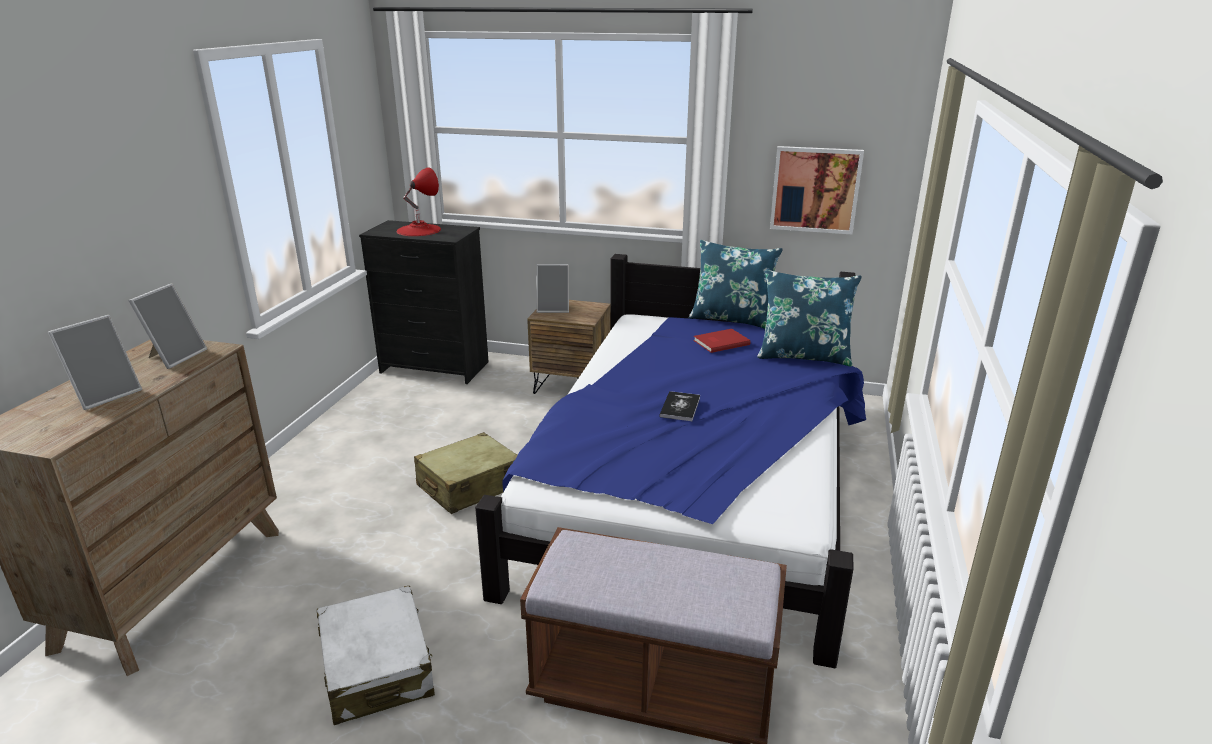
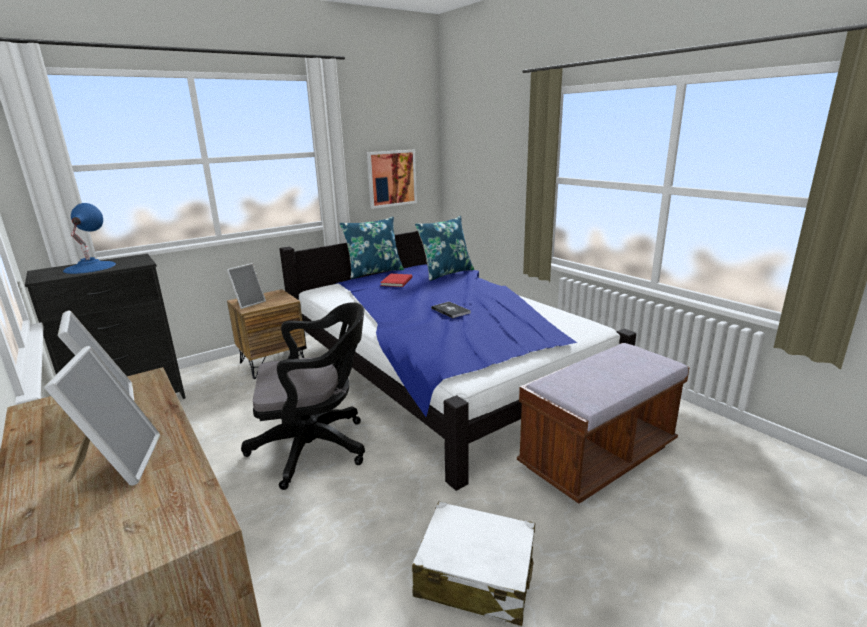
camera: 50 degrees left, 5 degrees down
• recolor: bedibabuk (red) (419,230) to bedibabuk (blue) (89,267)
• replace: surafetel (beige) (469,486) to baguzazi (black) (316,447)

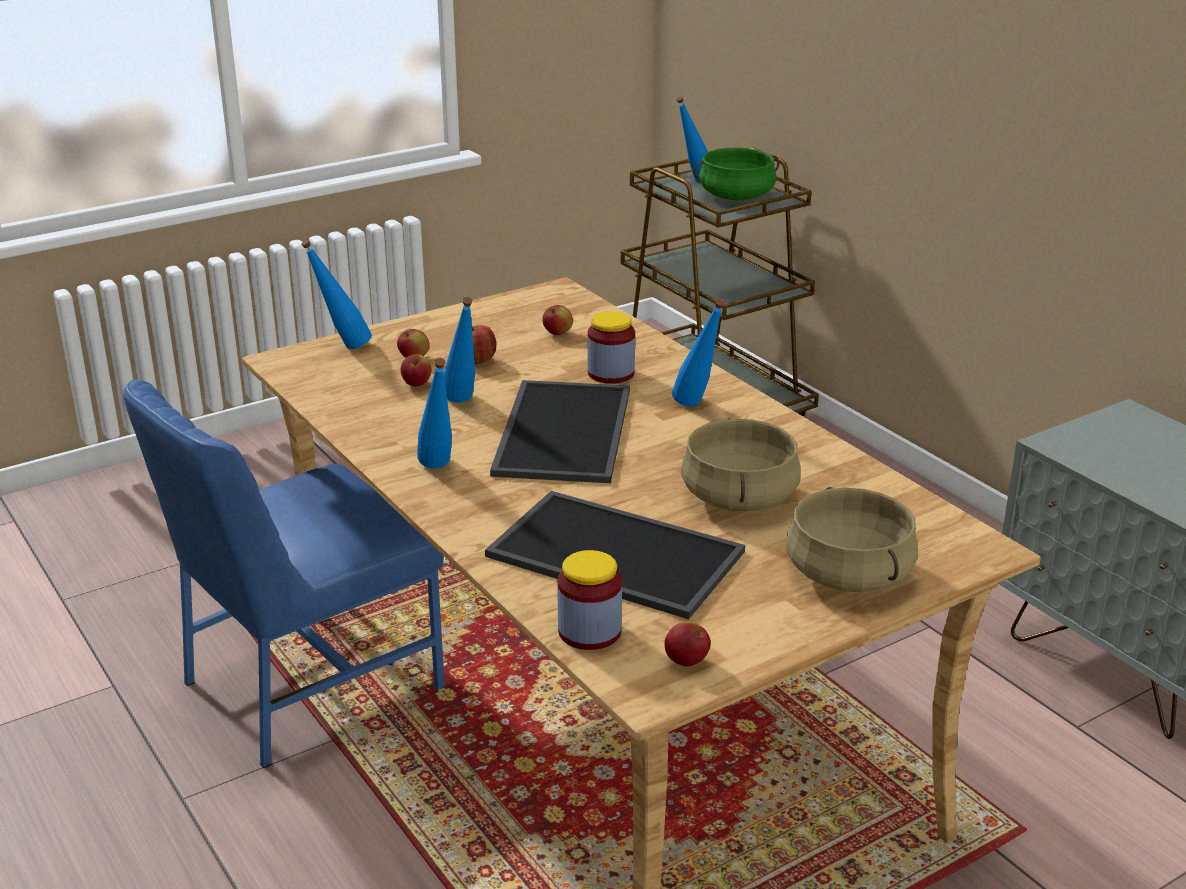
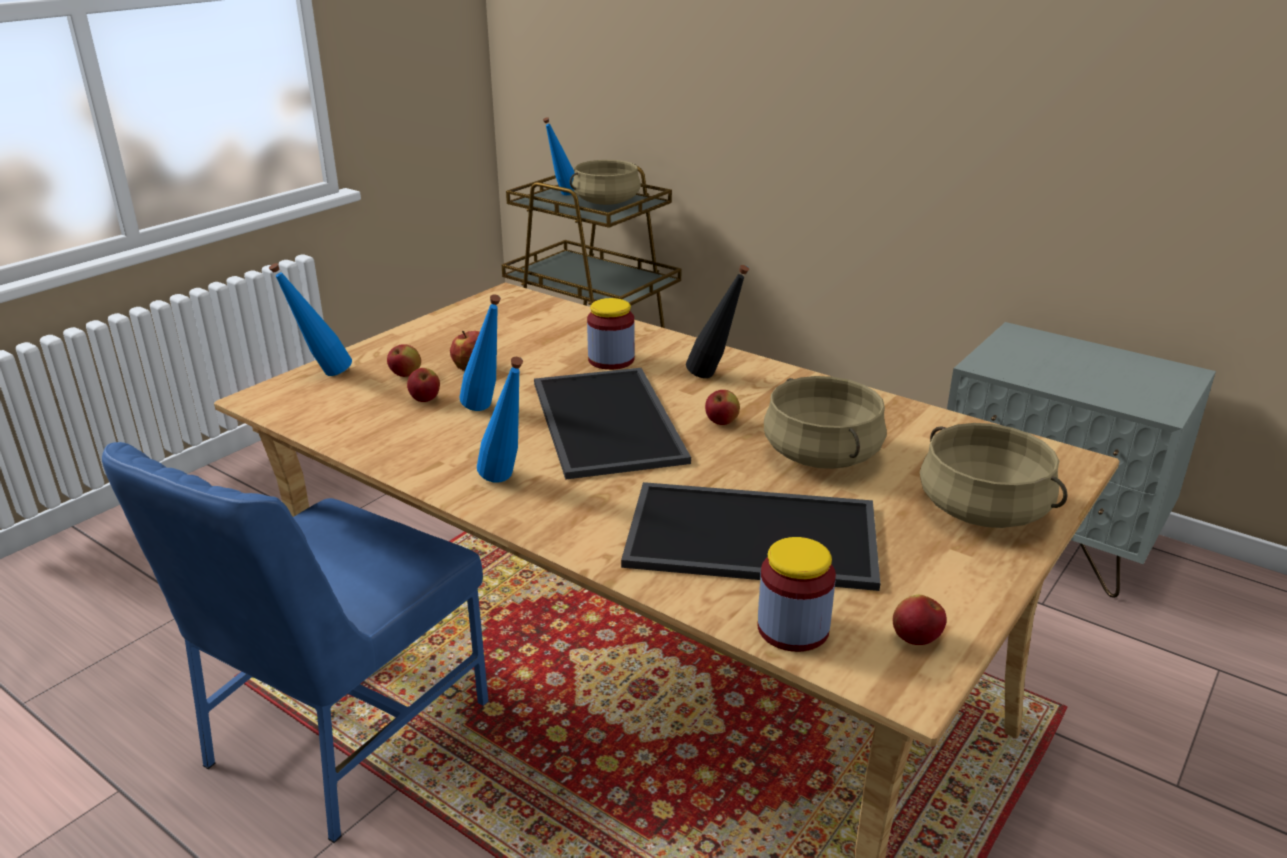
camera: 20 degrees left, 0 degrees up
• recolor: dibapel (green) (736,196) to dibapel (beige) (606,202)
• recolor: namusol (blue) (697,407) to namusol (black) (714,378)
• move: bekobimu (557,333) to (721,423)

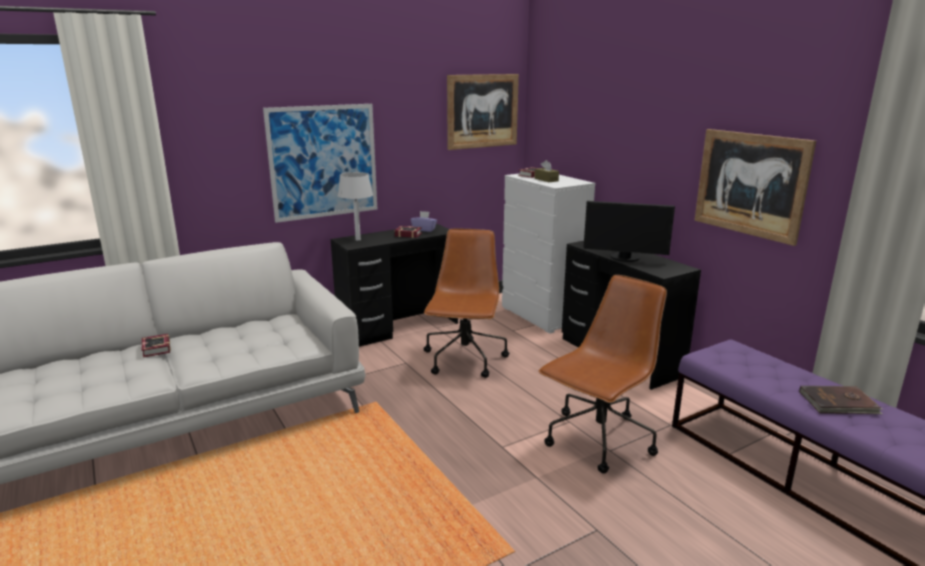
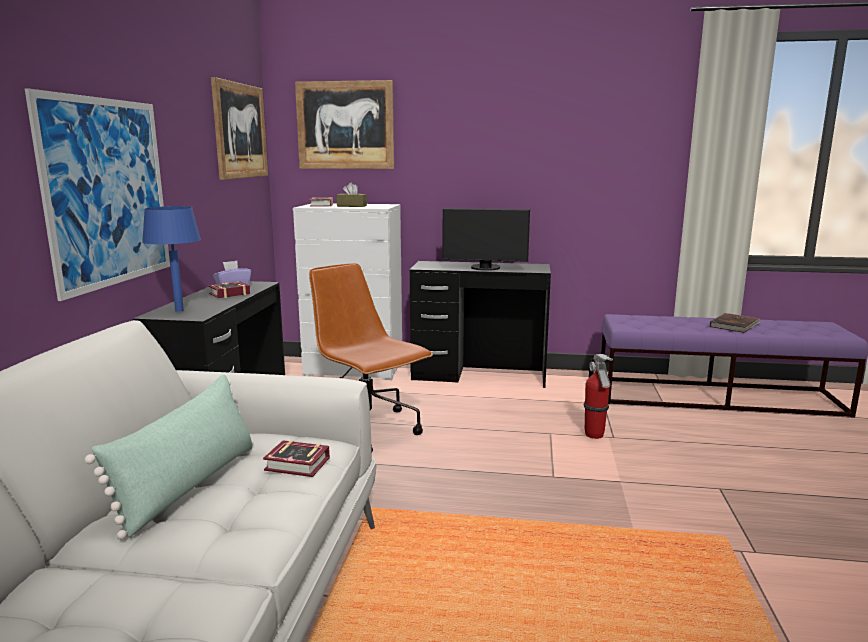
camera: 50 degrees left, 5 degrees down
• move: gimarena (750,184) to (345,125)
• recolor: bedibabuk (grey) (357,239) to bedibabuk (blue) (178,310)
• rotate: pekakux (625,258) = (485,268) 45 degrees clockwise
• replace: baguzazi (brown) (598,441) to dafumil (594,435)
• move: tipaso (155,349) to (299,465)
• insert: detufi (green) (189,485)

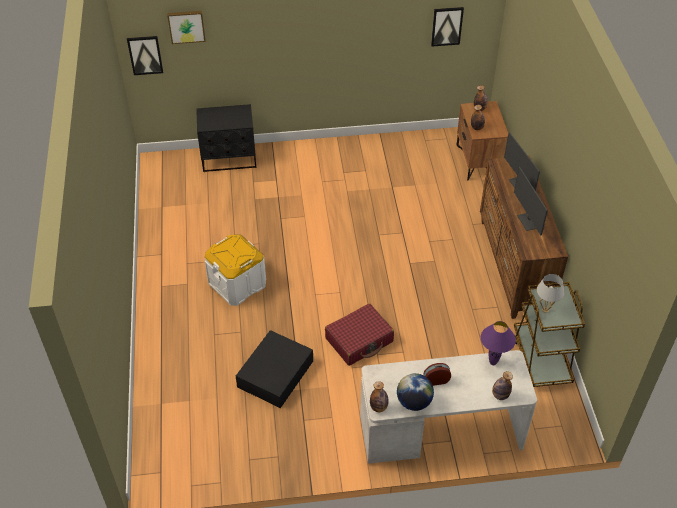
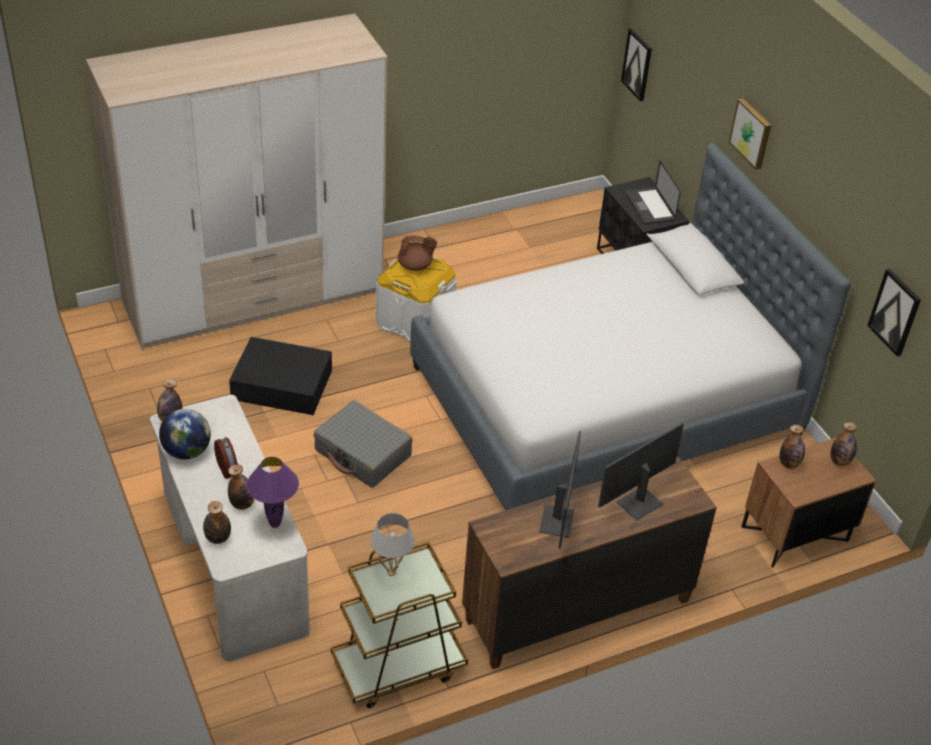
camera: 70 degrees right, 5 degrees down
• move: gimarena (186,26) to (752,133)
• rotate: pekakux (529,221) = (558,521) 135 degrees clockwise
• recolor: surafetel (red) (359,340) to surafetel (grey) (363,453)
• insert: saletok (254,297)
• insert: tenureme (605,400)
• insert: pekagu (649,207)
• insert: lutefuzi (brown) (415,266)
• insert: namusol (242,504)

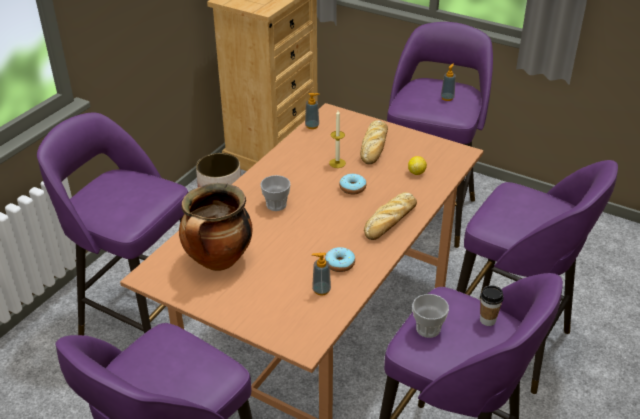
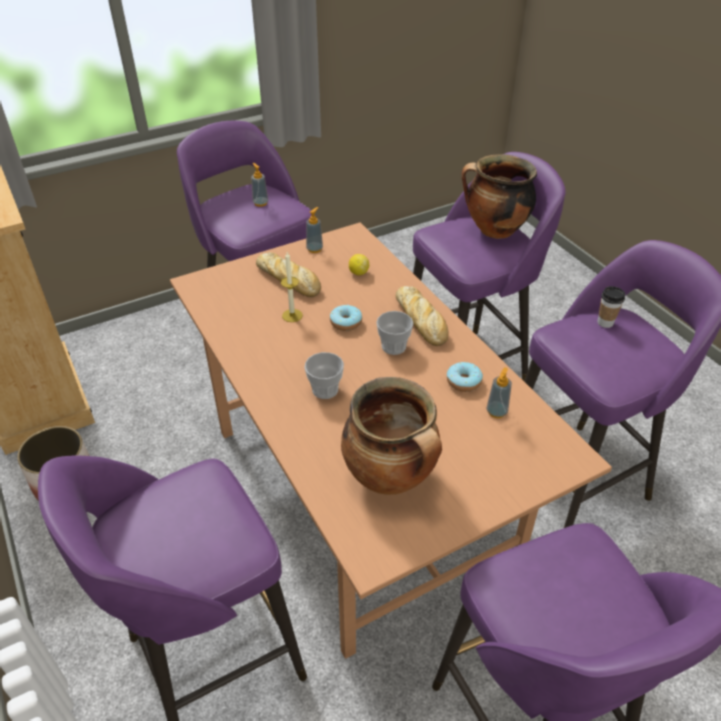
camera: 60 degrees left, 5 degrees up
• move: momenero (312,126) to (314,249)
• move: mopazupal (428,329) to (393,346)
• insert: dibapel (494,231)

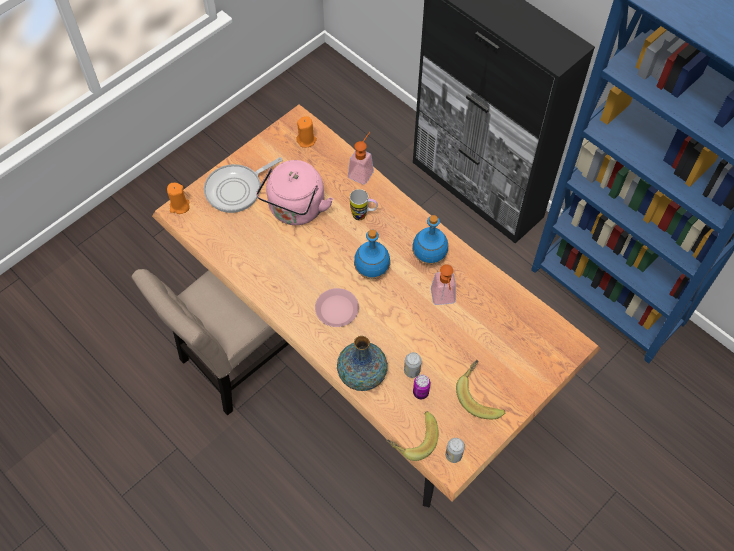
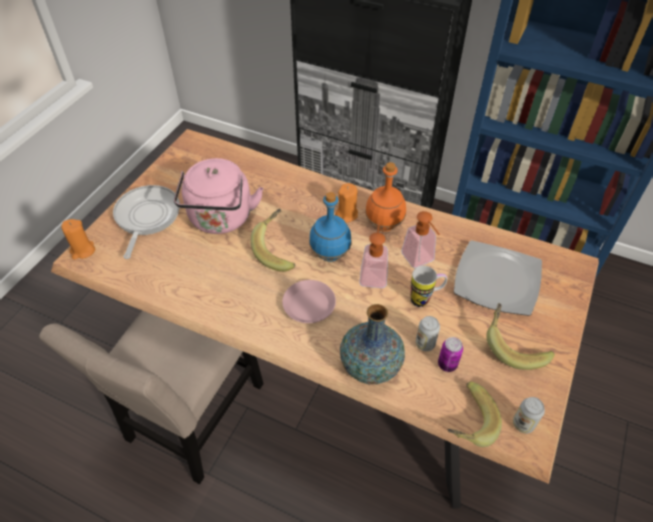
camera: 20 degrees left, 10 degrees down
• move: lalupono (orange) (306,140) to (347,214)
• move: momenero (362,171) to (373,273)
• rotate: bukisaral (237,189) = (146,217) 150 degrees clockwise
• move: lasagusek (363,215) to (425,299)
• recolor: namusol (blue) (429,257) to namusol (orange) (384,226)
• insert: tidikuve (278,250)
• insert: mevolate (497,281)

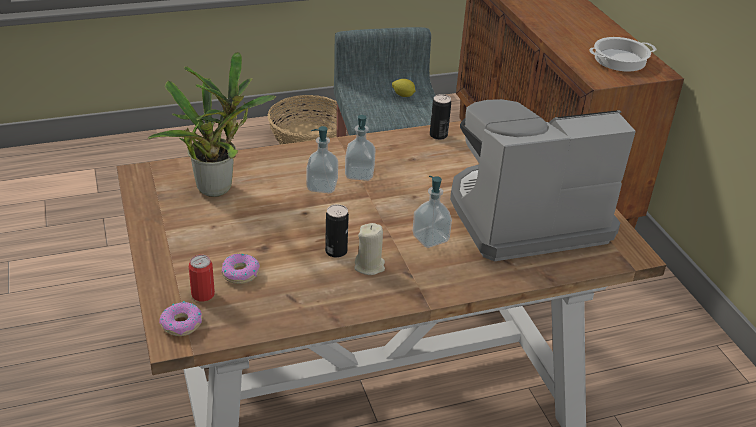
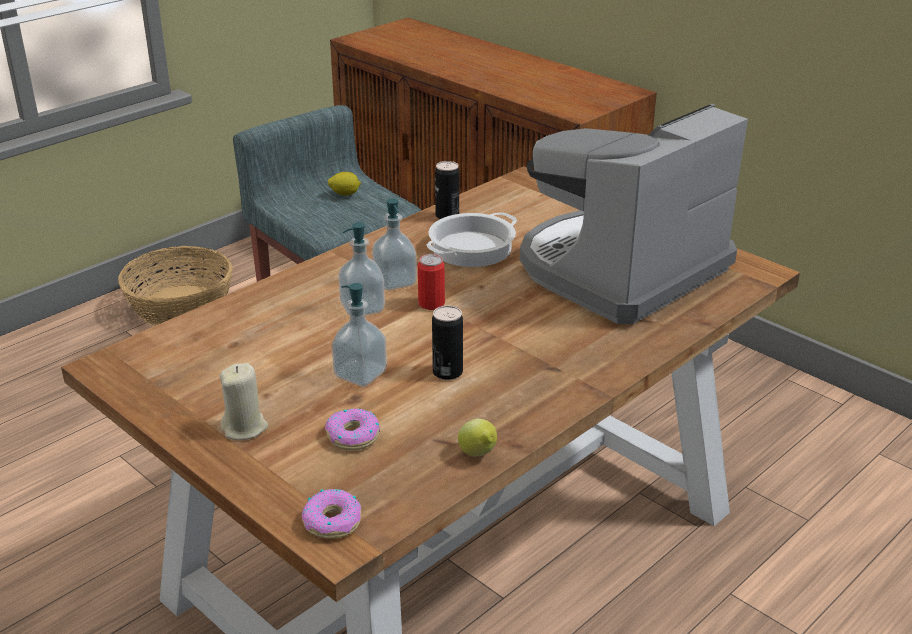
camera: 25 degrees left, 5 degrees down
• move: dibapel (620,60) to (472,249)
• delete: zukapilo (218,186)
• move: momenero (430,238) to (360,374)
• move: lalupono (beige) (369,266) to (245,428)
• move: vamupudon (203,294) to (431,303)
• insert: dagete (478,455)

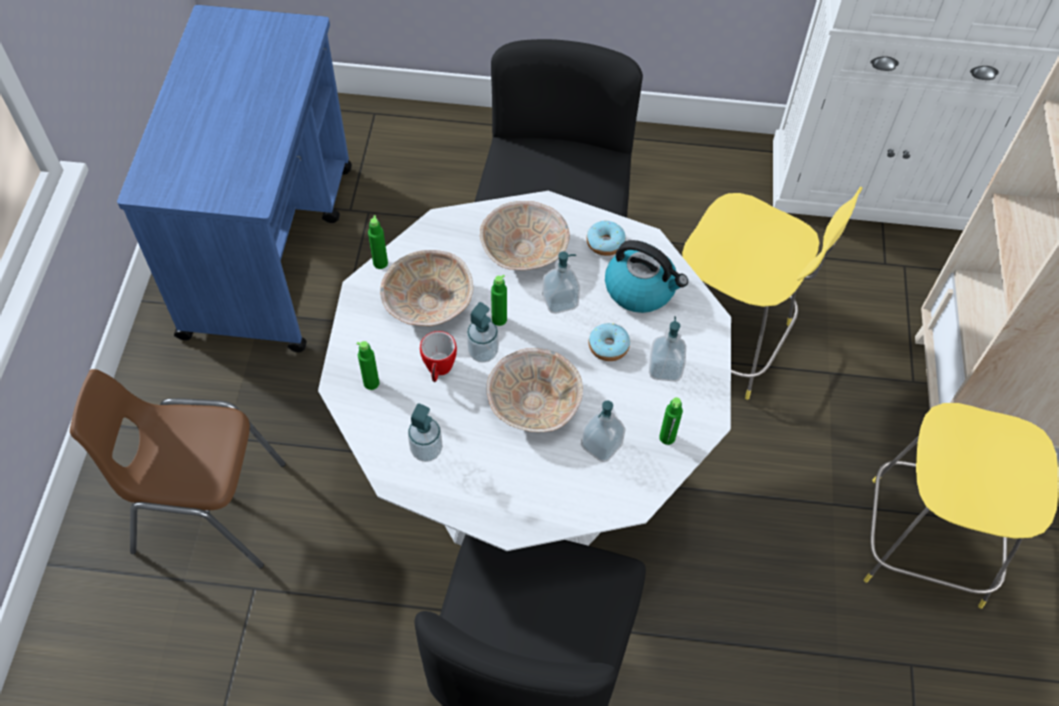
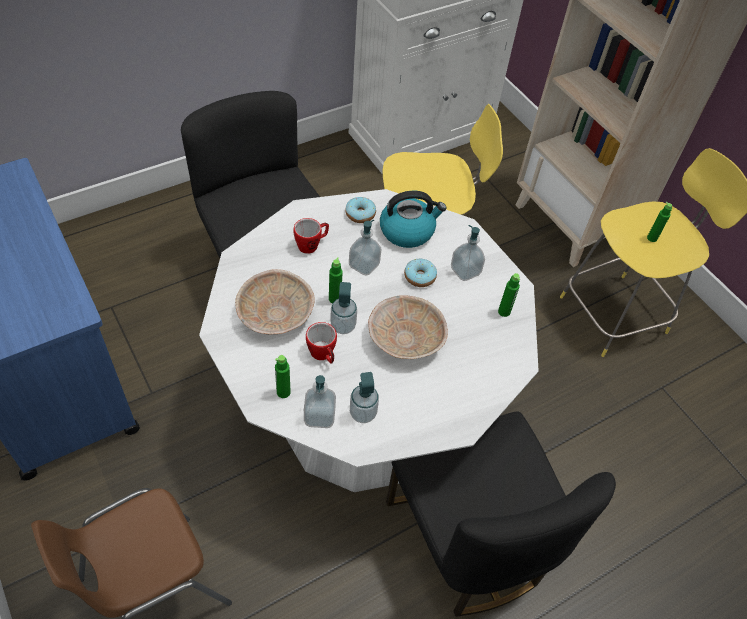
camera: 40 degrees left, 5 degrees down
• replace: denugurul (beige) (525,249) to lasagusek (311,245)
• move: namusol (green) (380,263) to (652,238)
• move: momenero (601,445) to (319,416)

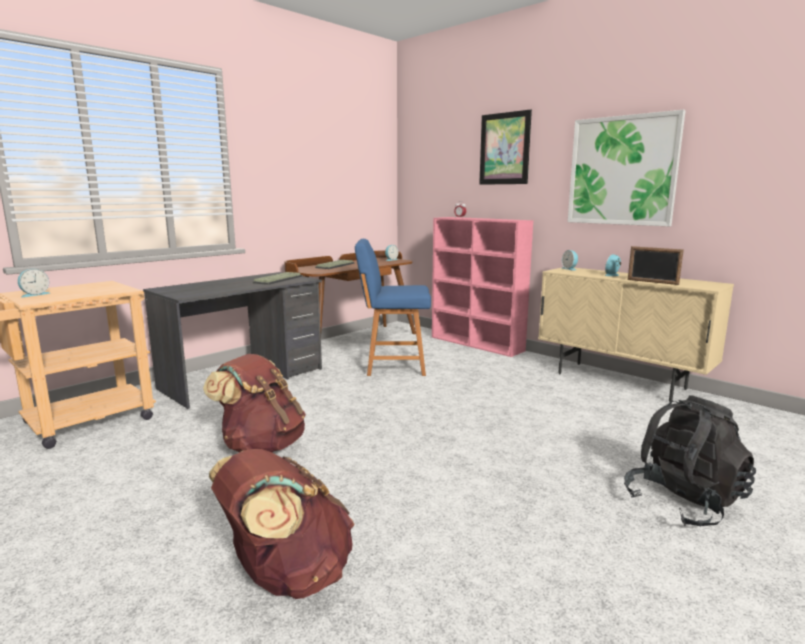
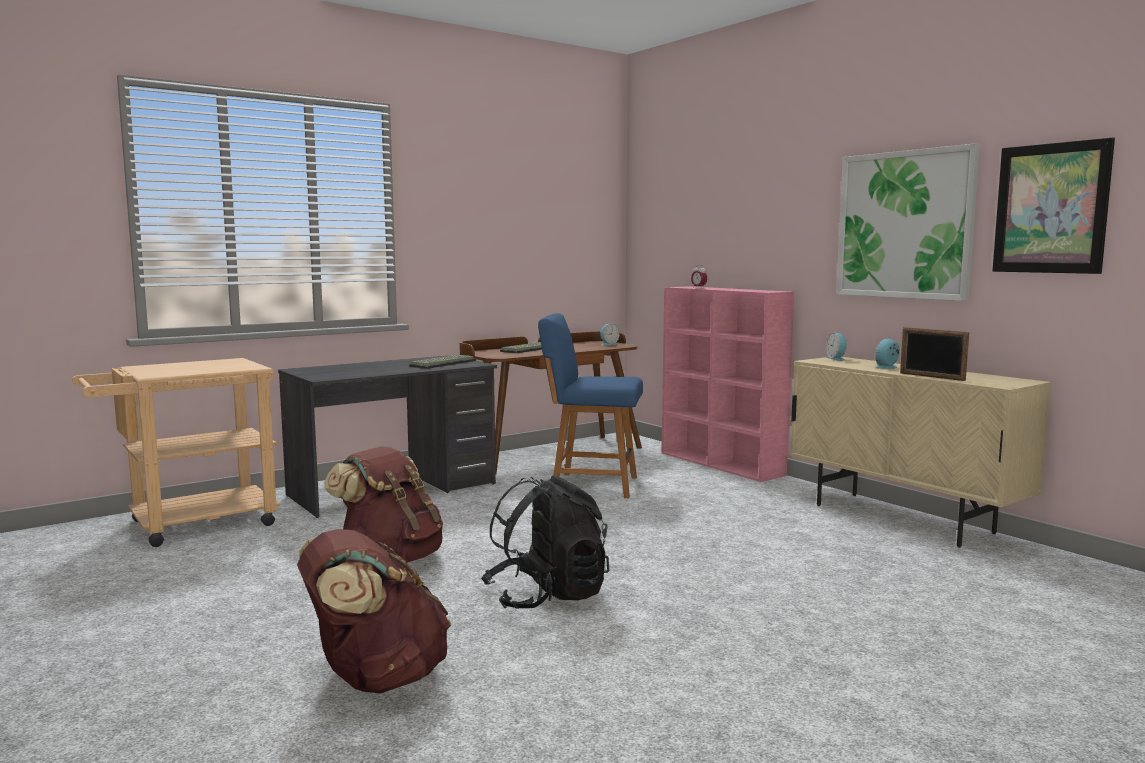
camera: 10 degrees right, 5 degrees down
• move: gimarena (504,149) to (1050,208)
• delete: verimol (34,294)
• move: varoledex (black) (683,503) to (547,596)

